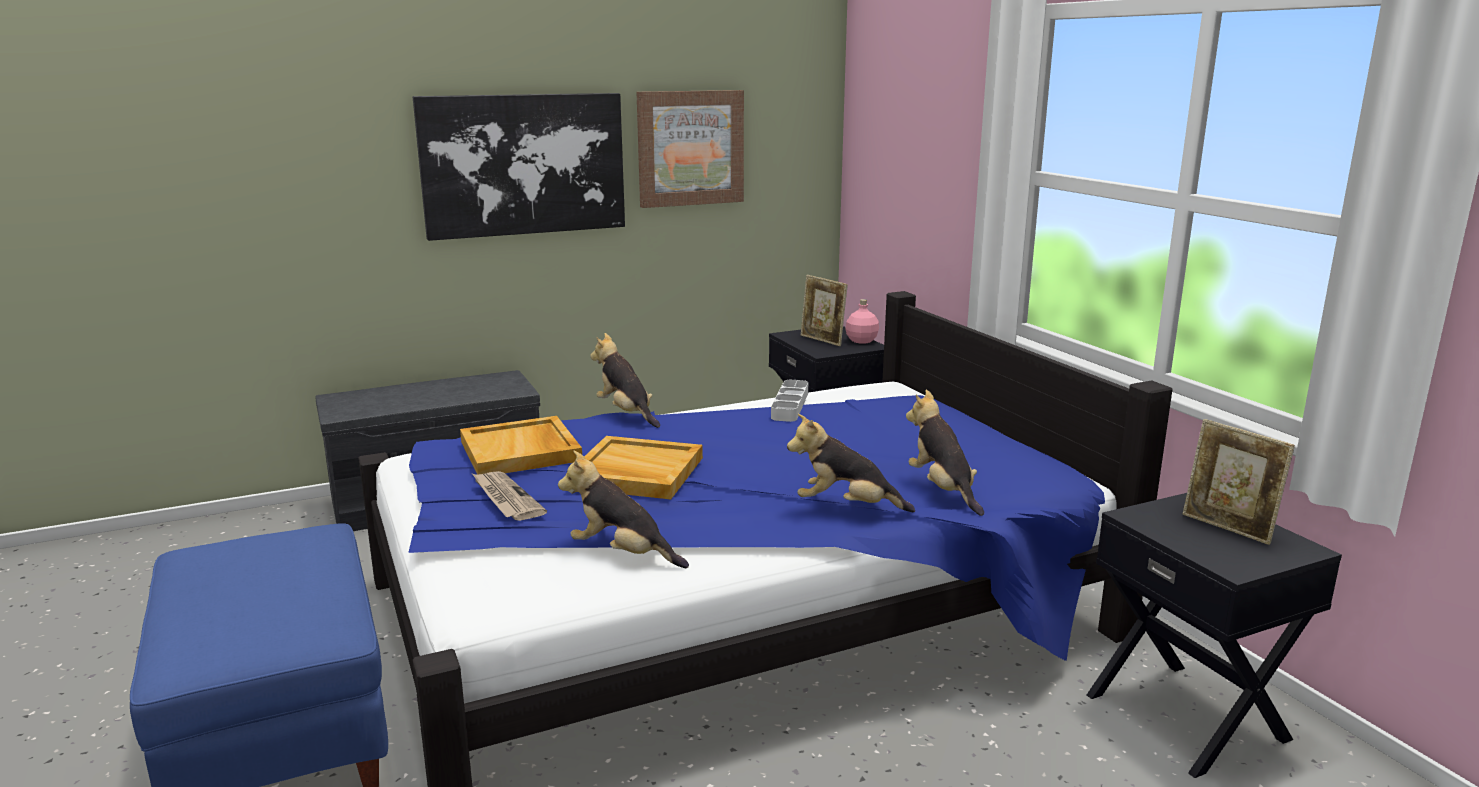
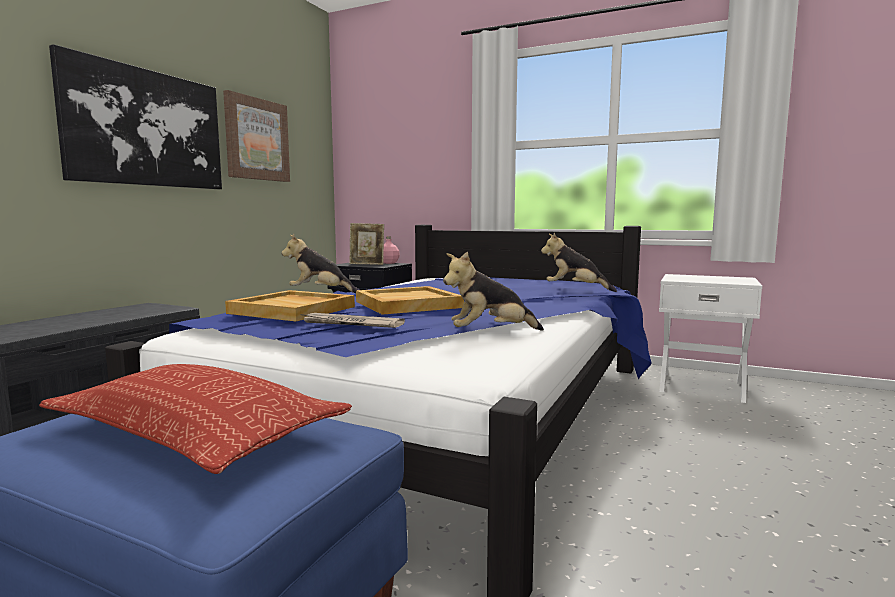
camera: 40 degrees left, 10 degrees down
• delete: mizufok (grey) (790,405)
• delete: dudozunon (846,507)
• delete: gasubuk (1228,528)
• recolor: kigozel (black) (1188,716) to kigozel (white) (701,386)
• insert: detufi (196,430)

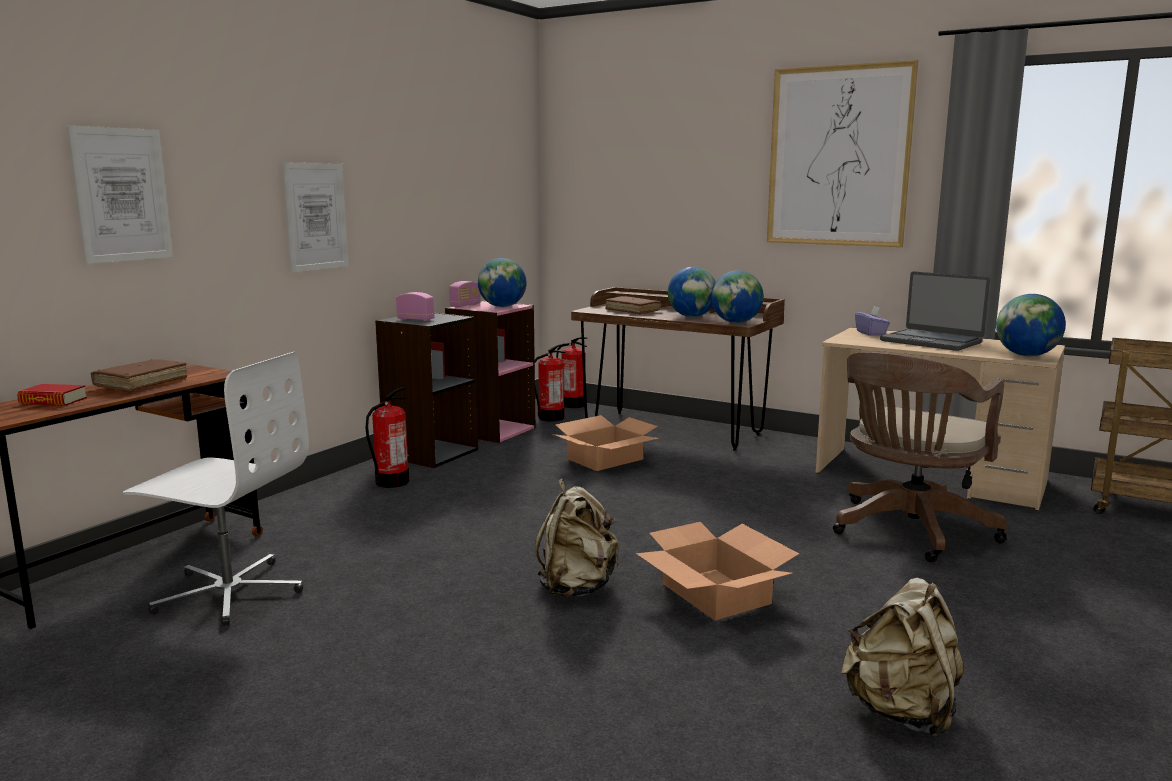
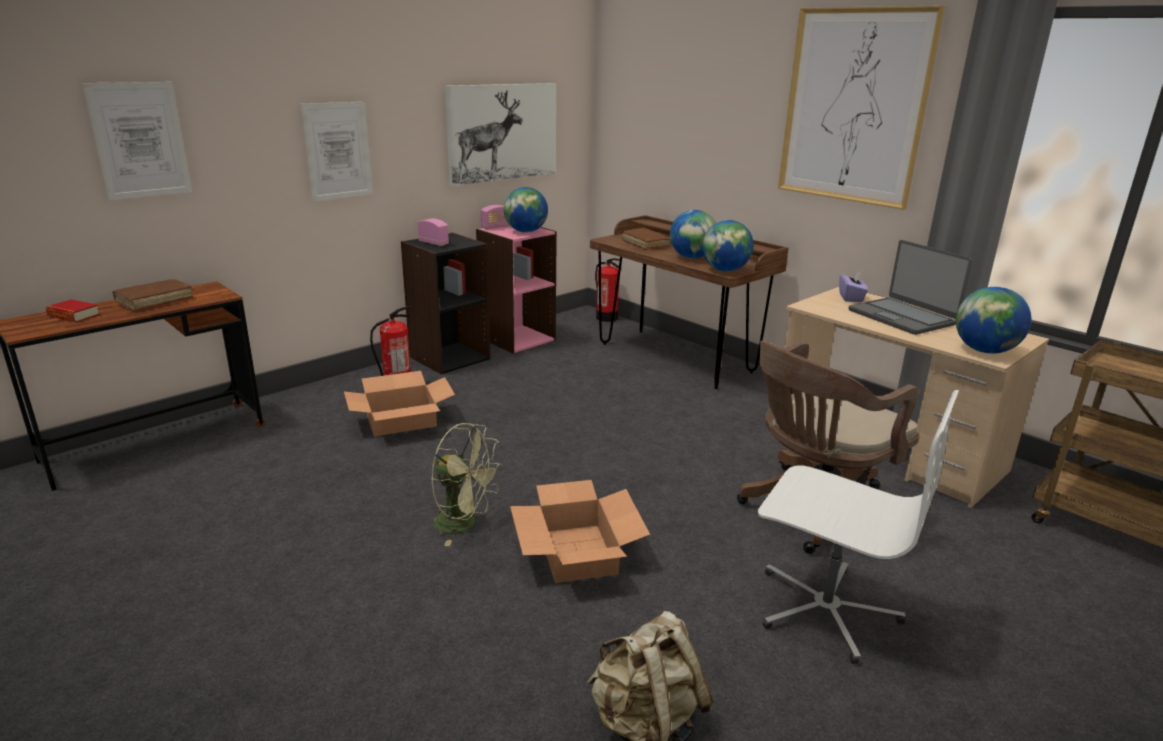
camera: 15 degrees right, 10 degrees up
• delete: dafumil (550,418)
• move: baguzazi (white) (229,592) to (825,609)
• move: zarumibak (605,459) to (401,421)
• replace: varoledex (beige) (576,588) to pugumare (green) (464,524)
• insert: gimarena (503,132)

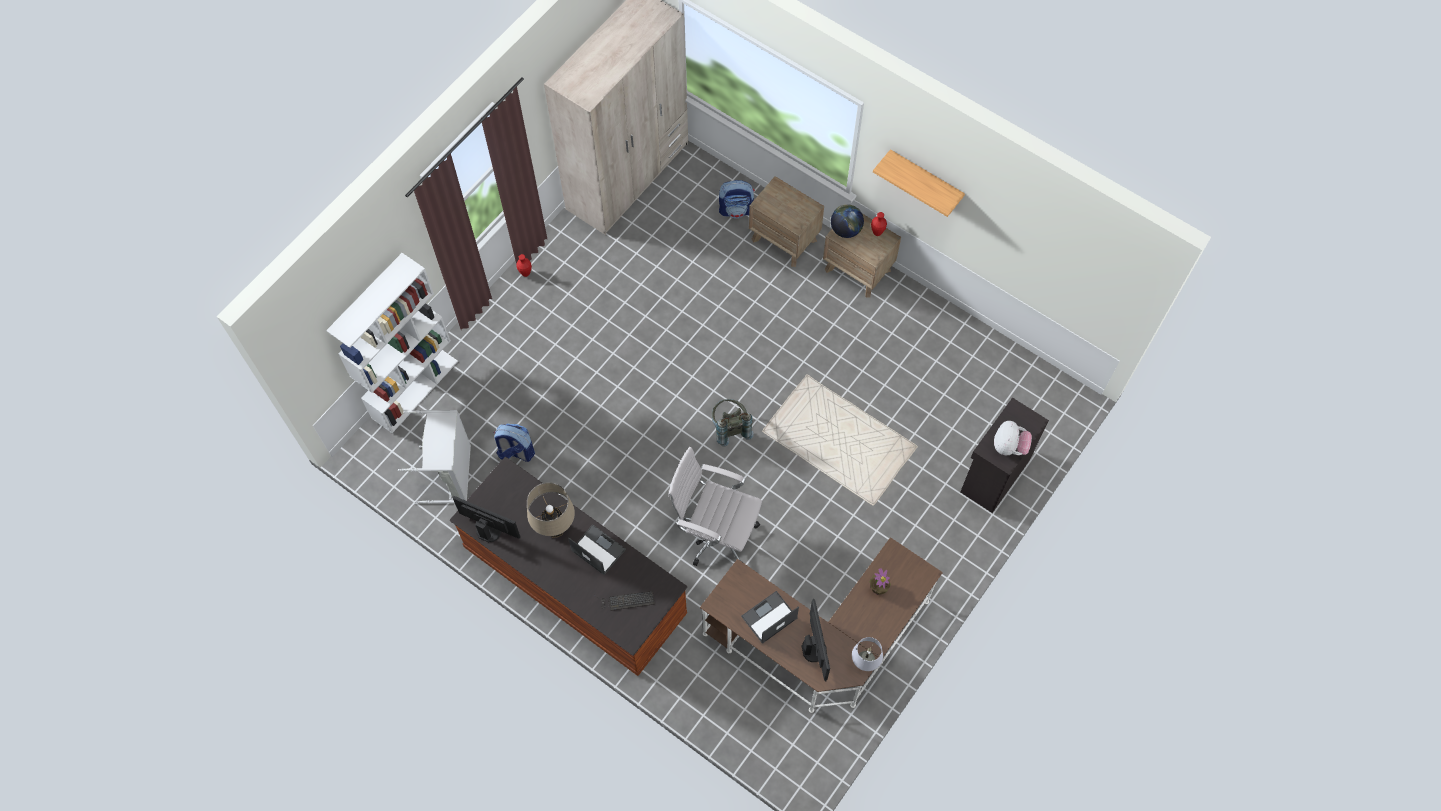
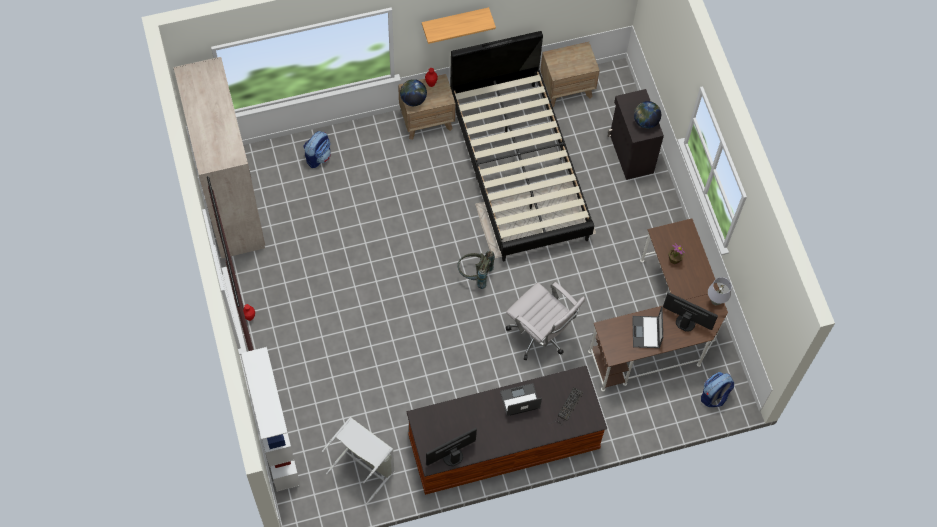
camera: 55 degrees left, 0 degrees up
• move: kigozel (brown) (784,240) to (567,88)
• replace: dudozunon (1009,446) to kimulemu (645,121)
• move: varoledex (516,452) to (714,396)
• rotate: baguzazi (white) (715,533) = (540,335) 105 degrees counterclockwise
• delete: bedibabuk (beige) (555,528)
• insert: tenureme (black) (518,169)

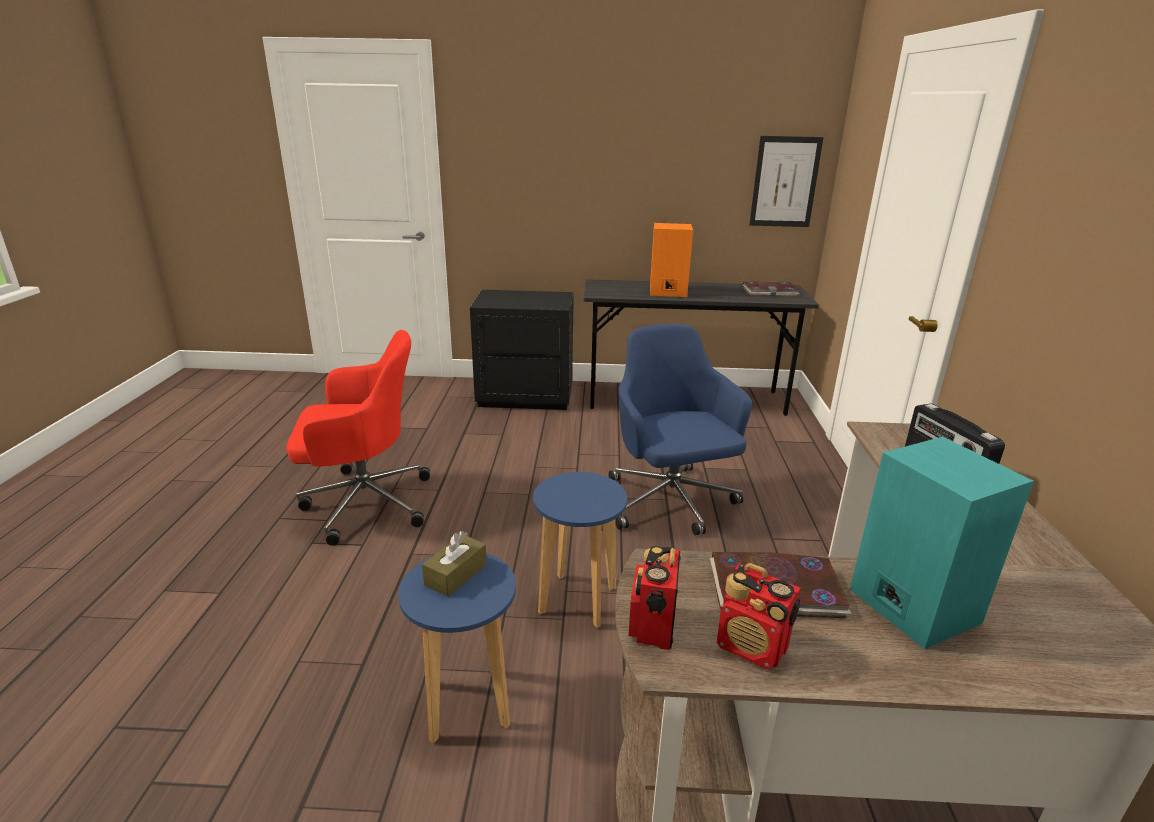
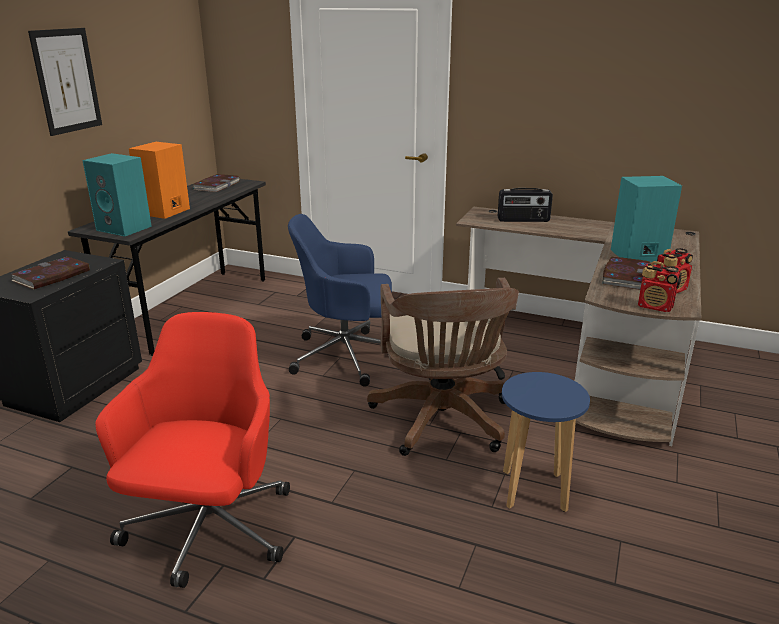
camera: 70 degrees left, 0 degrees up
• move: gimarena (785,182) to (67,81)
• replace: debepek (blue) (577,600) to baguzazi (brown) (443,422)
• delete: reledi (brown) (456,574)
• insert: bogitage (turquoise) (125,228)
• insert: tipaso (52,276)

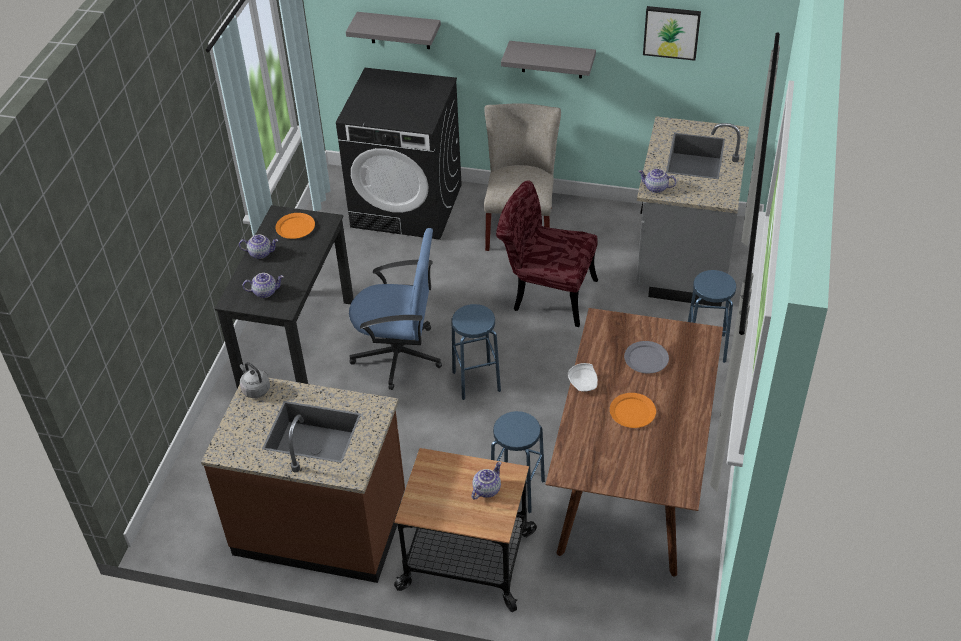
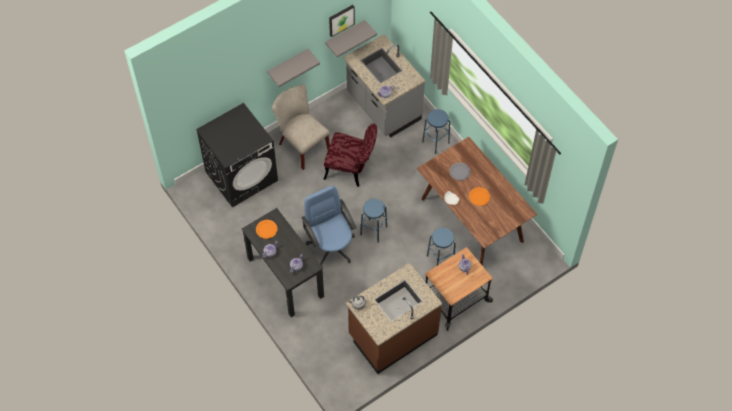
camera: 50 degrees left, 15 degrees up
• move: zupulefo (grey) (399,30) to (345,36)
• rotate: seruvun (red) (546,294) = (351,169) 135 degrees counterclockwise
• rotate: baguzazi (blue) (399,355) = (331,246) 75 degrees counterclockwise

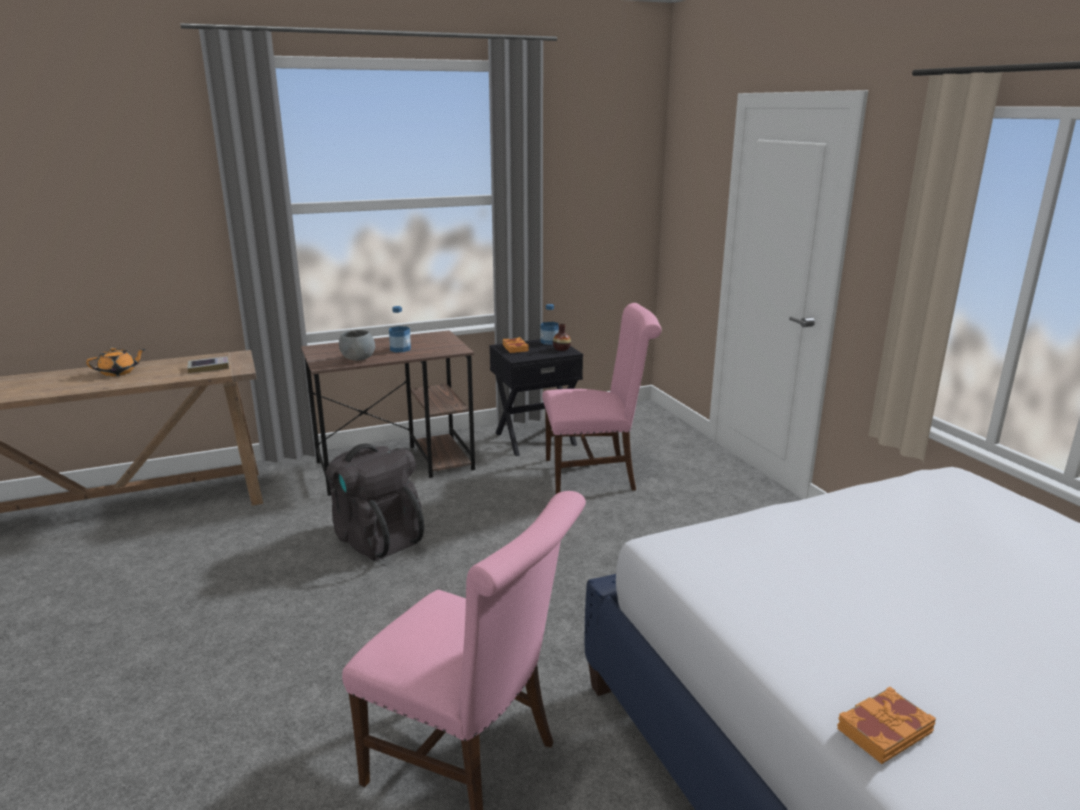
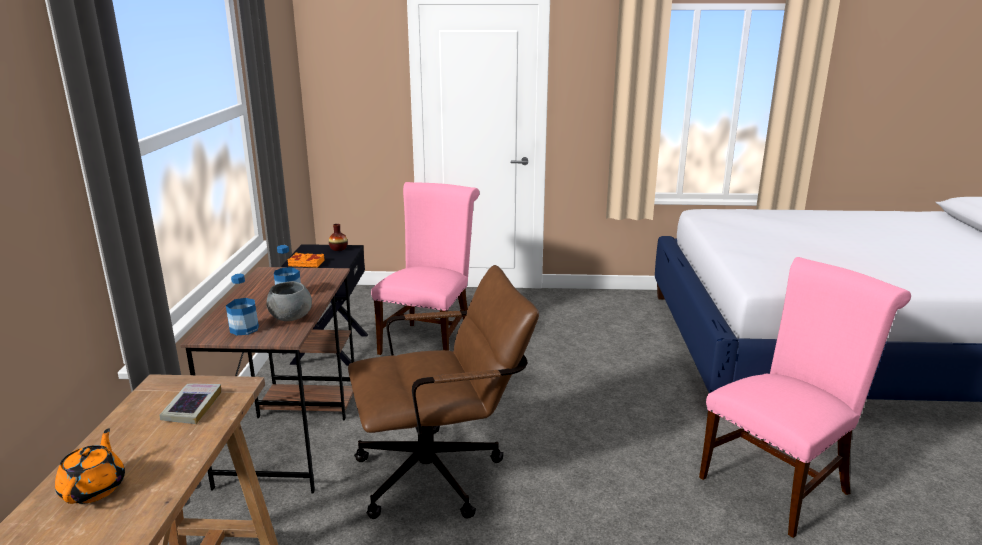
camera: 65 degrees left, 0 degrees up
• move: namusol (549,342) to (244,329)
• replace: varoledex (black) (376,538) to baguzazi (brown) (442,473)
• delete: tipaso (orange) (883,730)

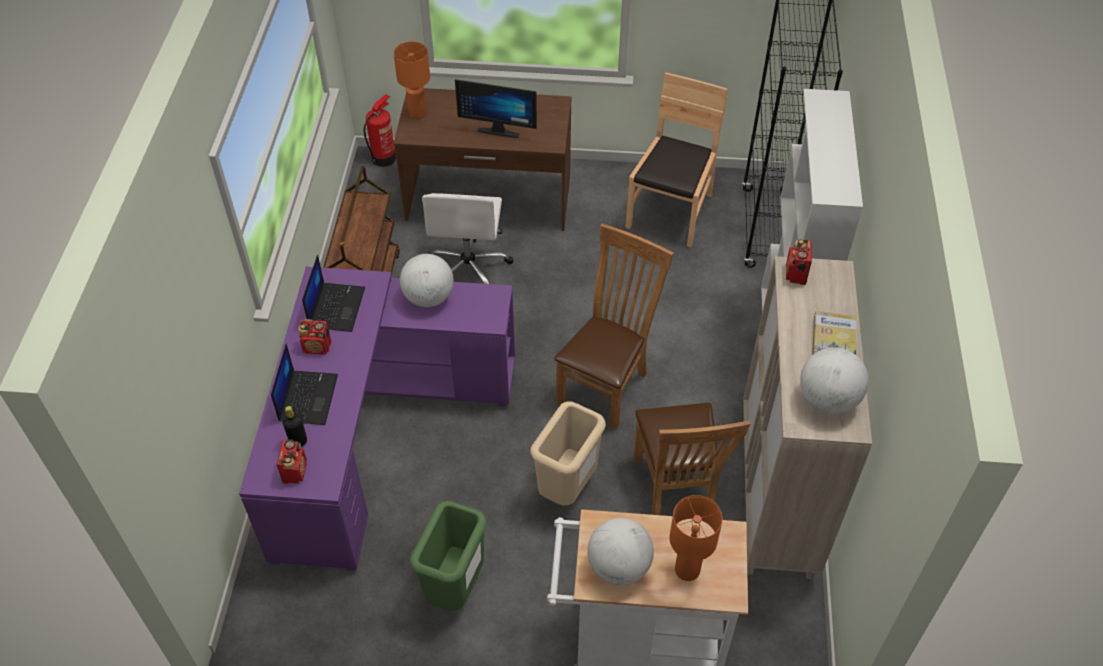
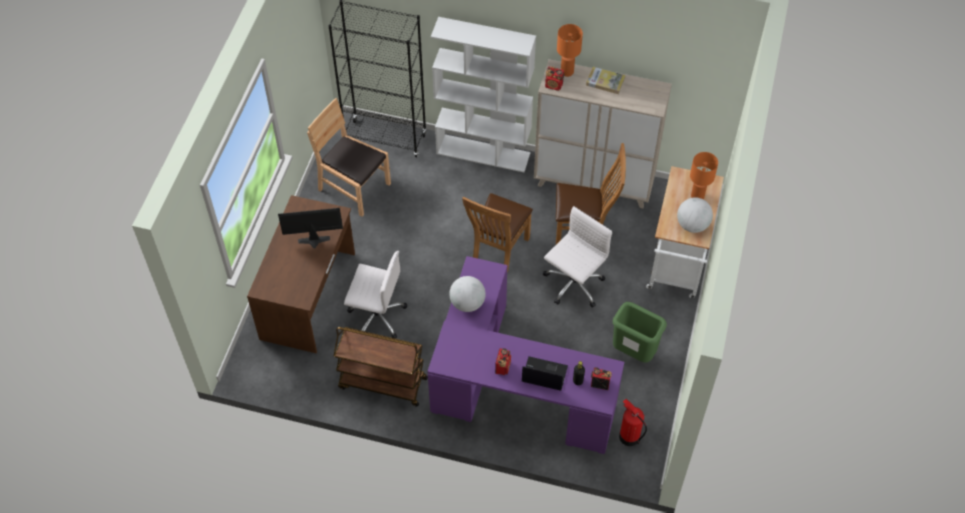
camera: 80 degrees left, 5 degrees up
• move: bedibabuk (orange) (417,113) to (566,72)
• rotate: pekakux (499,129) = (314,243) 120 degrees counterclockwise
• move: dafumil (384,158) to (629,436)
• rotate: seruvun (brown) (607,384) = (498,251) 105 degrees counterclockwise
• delete: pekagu (336,307)
• delete: kimulemu (828,399)
• replace: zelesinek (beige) (567,488) to baguzazi (white) (573,285)

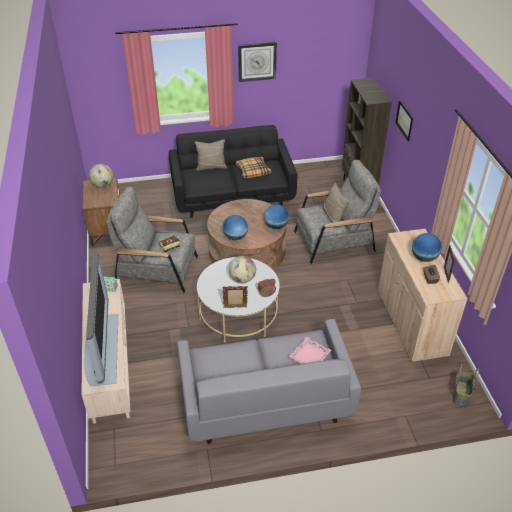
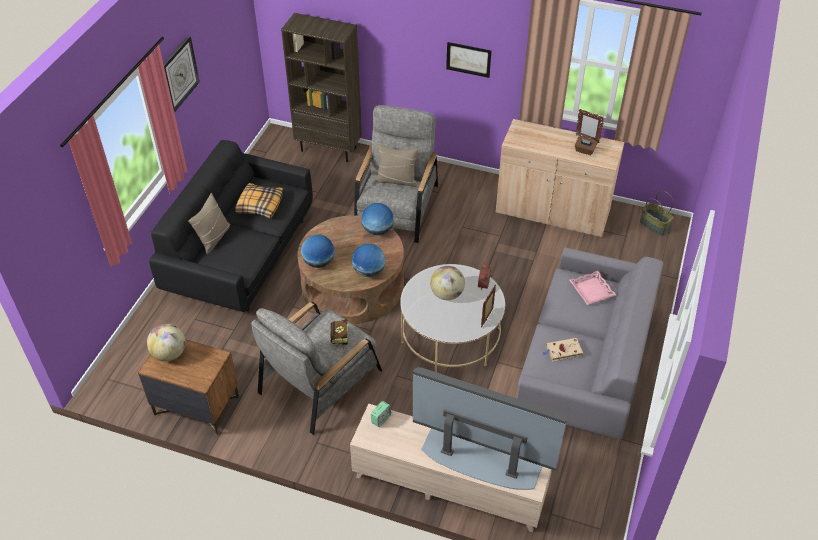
camera: 60 degrees left, 5 degrees up
• move: gimarena (404,120) to (468,59)
• move: kimulemu (424,258) to (319,262)
• insert: tipaso (beige) (563,351)

